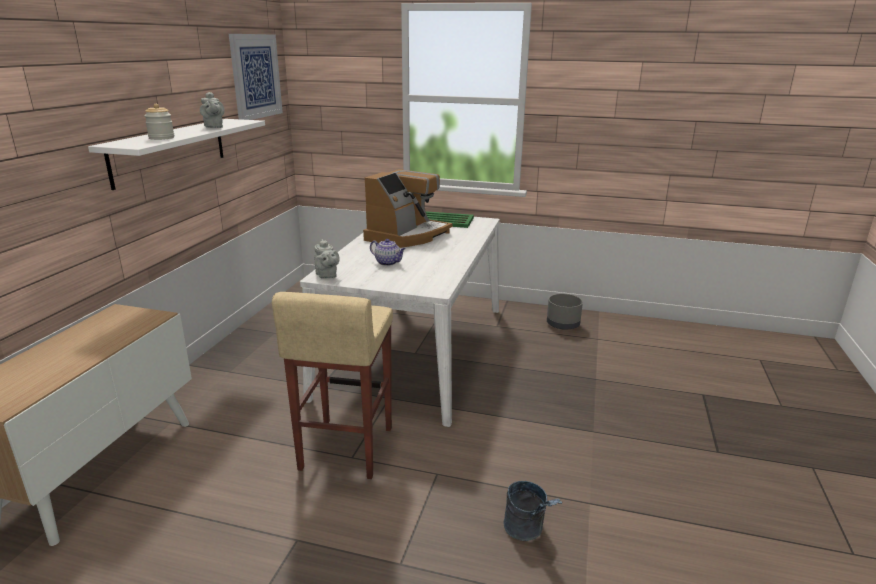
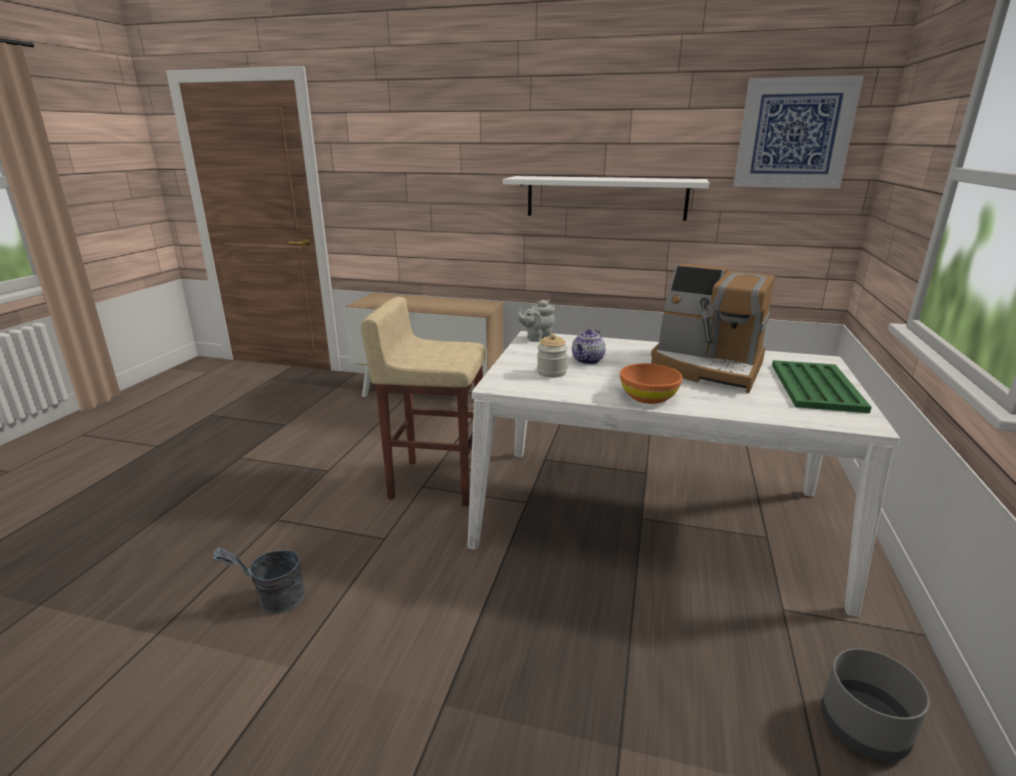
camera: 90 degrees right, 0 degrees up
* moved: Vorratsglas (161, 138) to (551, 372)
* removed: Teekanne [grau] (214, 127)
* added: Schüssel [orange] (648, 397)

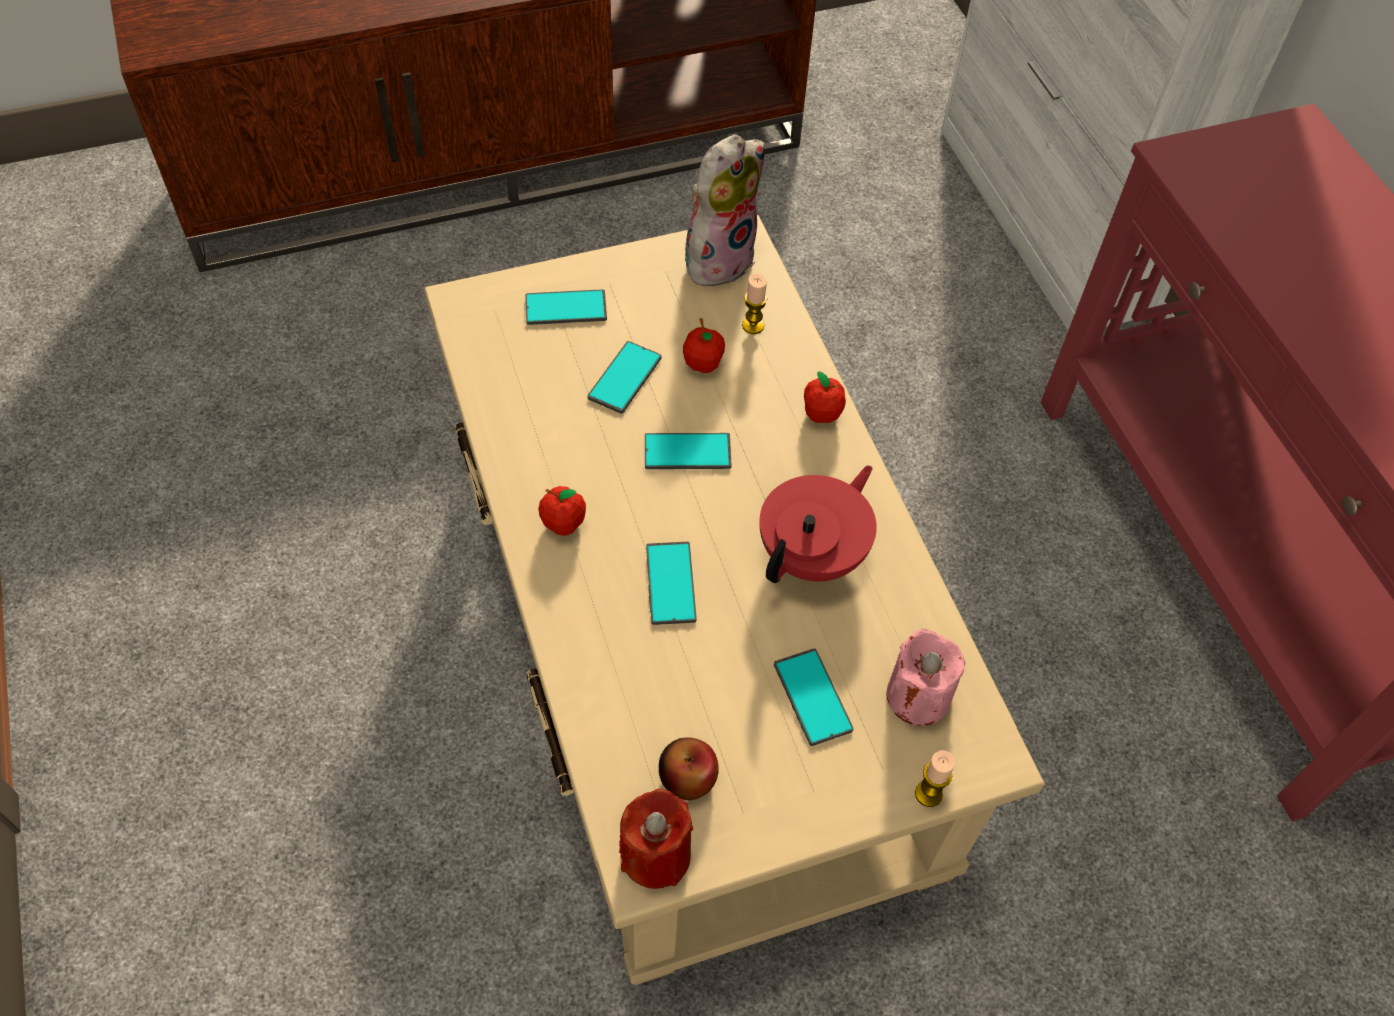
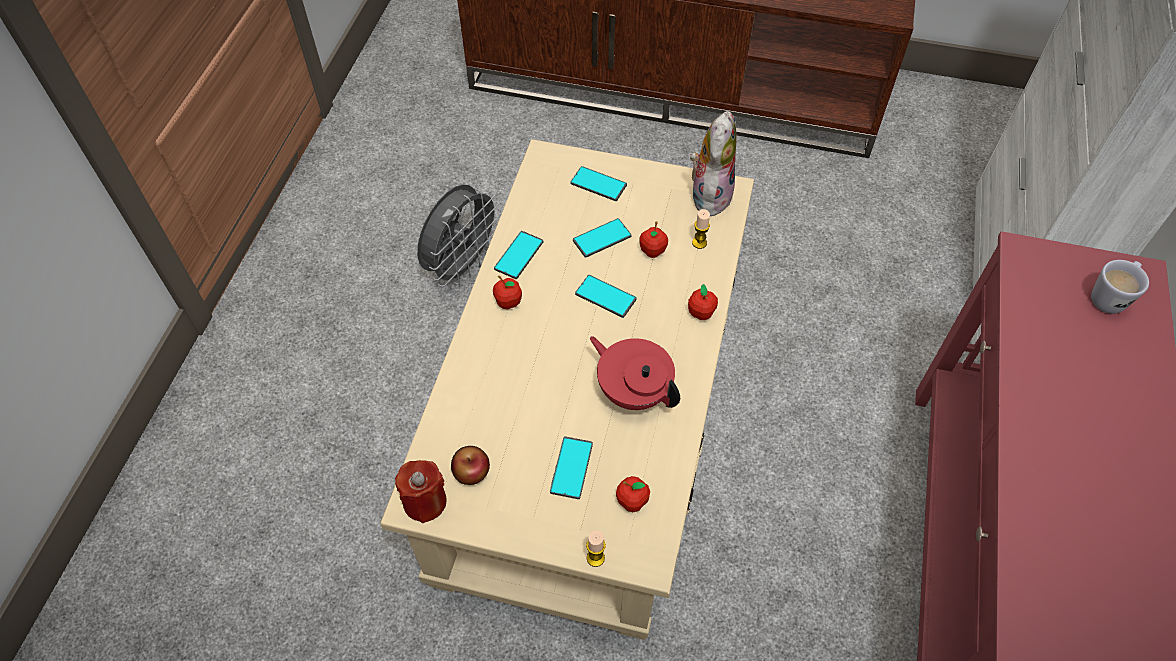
camera: 35 degrees right, 0 degrees up
* moved: Handy (670, 583) to (518, 255)
* turned: Plüschtier (718, 258) = (709, 194) 60 degrees counterclockwise
* turned: Teekanne [rot] (814, 554) = (633, 390) 120 degrees counterclockwise
* replaced: Kerze [rosa] (918, 696) to Apfel (632, 501)
* added: Ventilator [grau] (462, 265)
* added: Henkelbecher [weiß] (1110, 297)

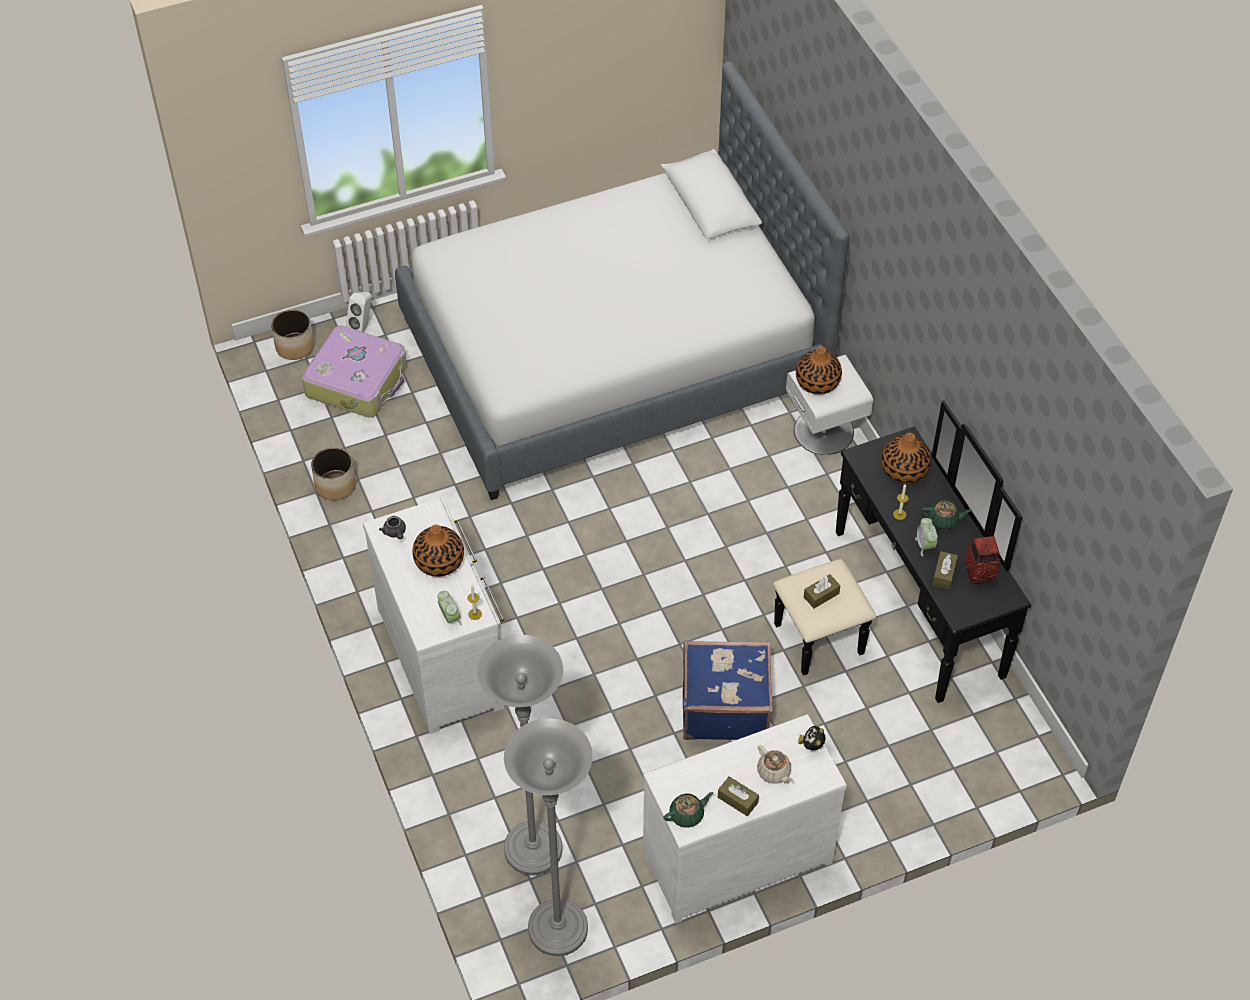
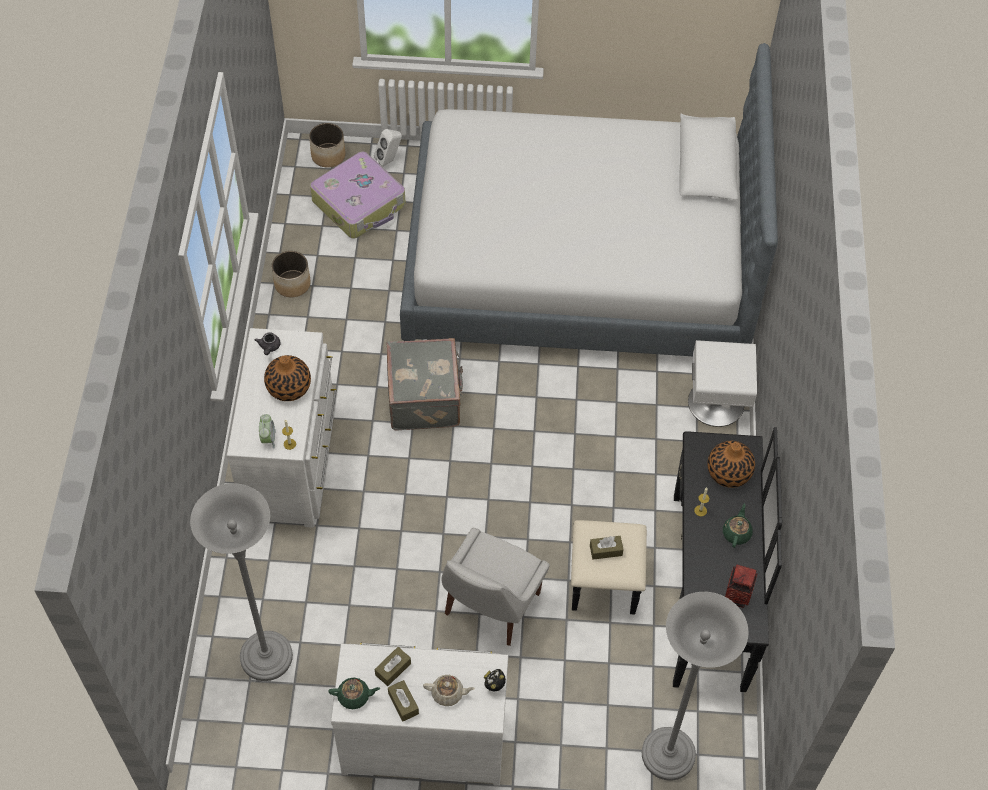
camera: 25 degrees right, 5 degrees up
* moved: Stehlampe [grau] (558, 929) to (668, 755)
* replaced: Koffer [blau] (724, 706) to Stuhl [weiß] (490, 607)
* turned: Teekanne [beige] (774, 772) = (448, 693) 75 degrees counterclockwise
* removed: Vase (817, 382)
* removed: Wecker (925, 545)
* turned: Teekanne [grün] (944, 520) = (736, 533) 105 degrees counterclockwise
* moved: Taschentuchbox [braun] (944, 574) to (393, 669)
* added: Koffer [grau] (425, 398)

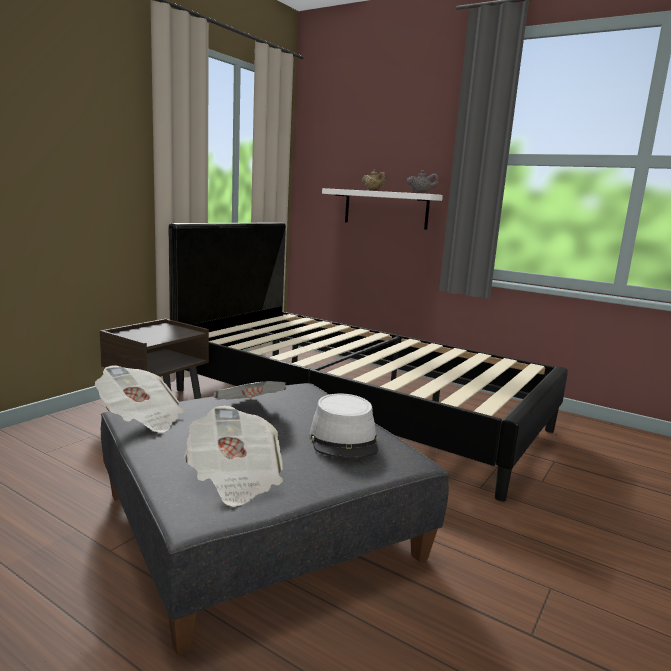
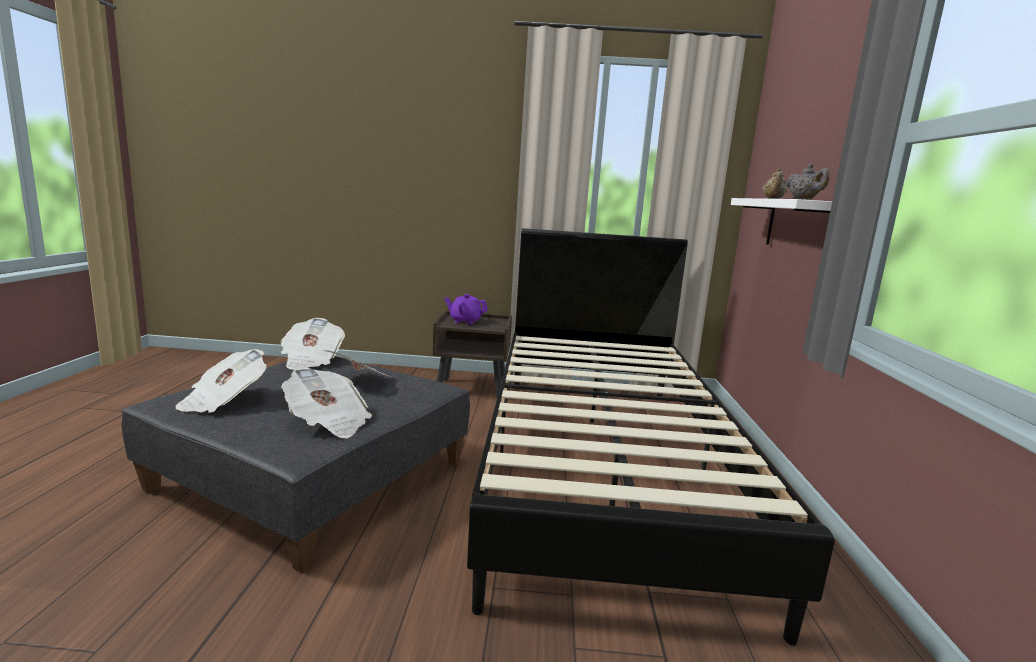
camera: 60 degrees right, 0 degrees up
* replaced: Hut [grau] (344, 440) to Zeitung (328, 423)
* added: Teekanne [lila] (465, 321)

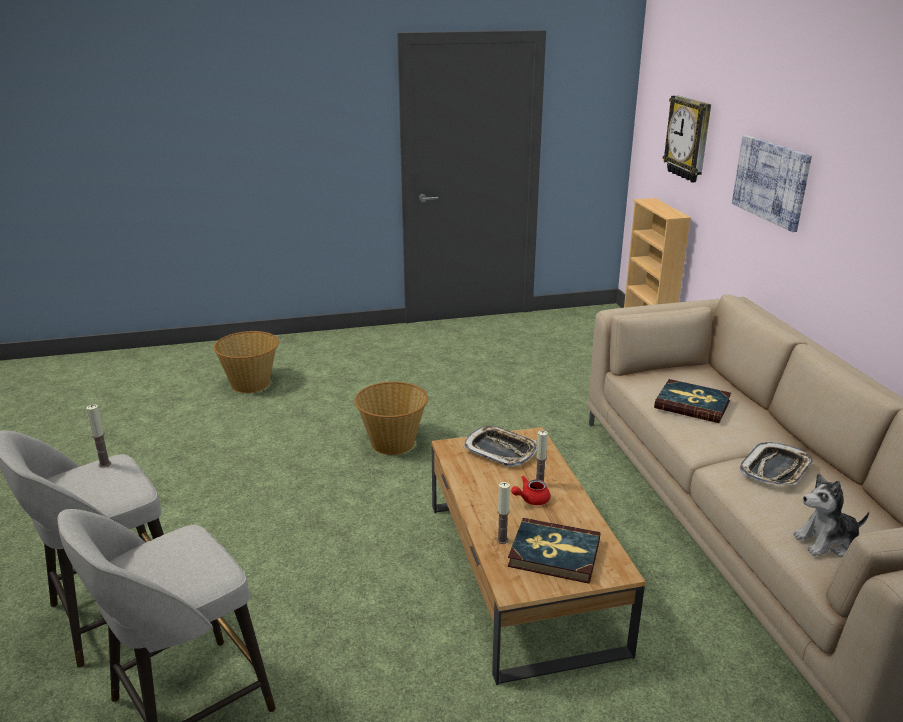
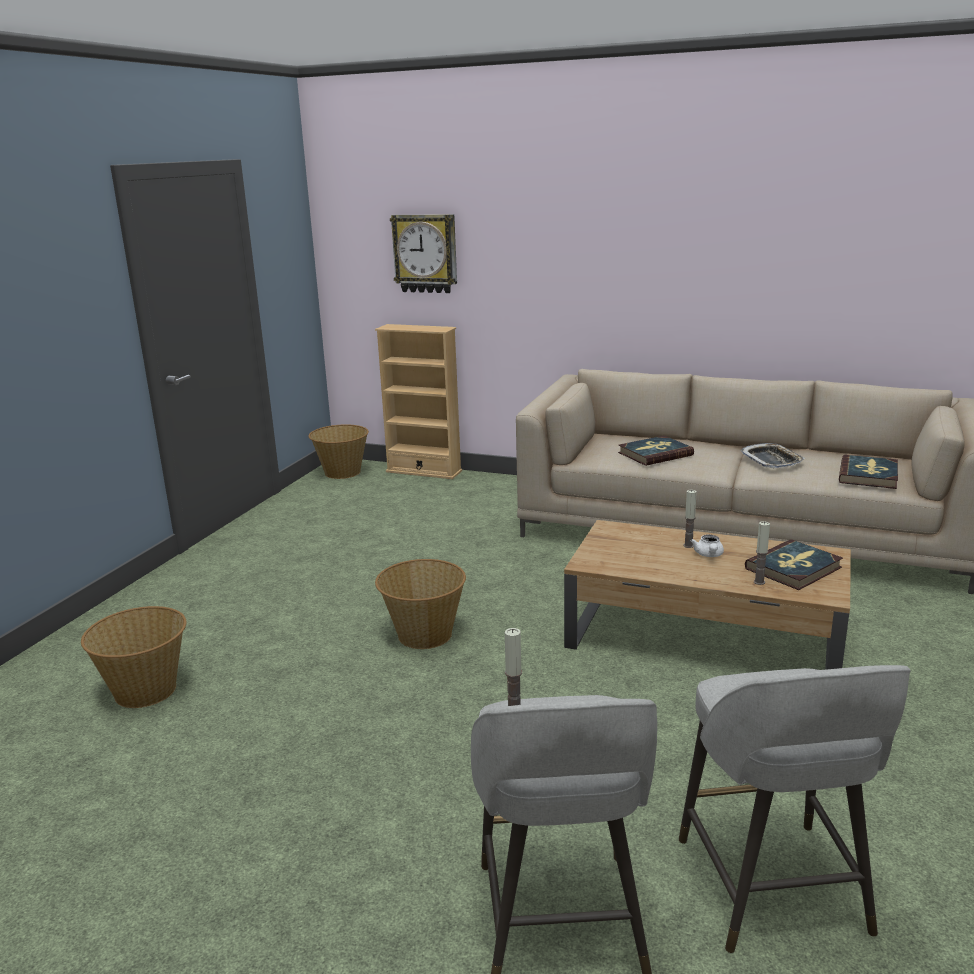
camera: 55 degrees left, 5 degrees down
* removed: Tablett (500, 450)
* recoloured: Teekanne [rot] (531, 499) to Teekanne [weiß] (708, 555)
* removed: Bild (771, 181)
* replaced: Plüschtier (826, 542) to Buch (868, 475)
* added: Korb (342, 473)

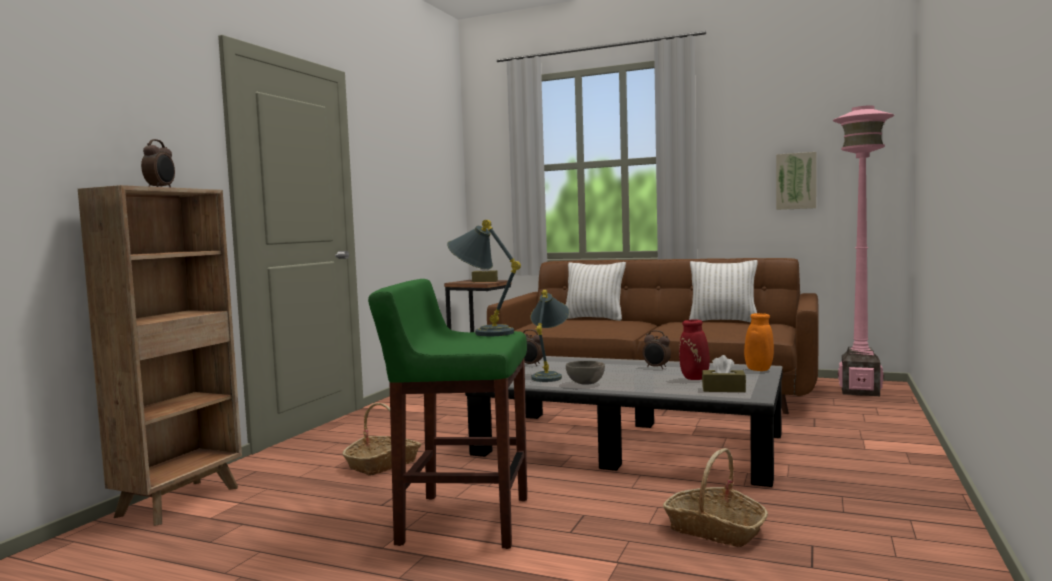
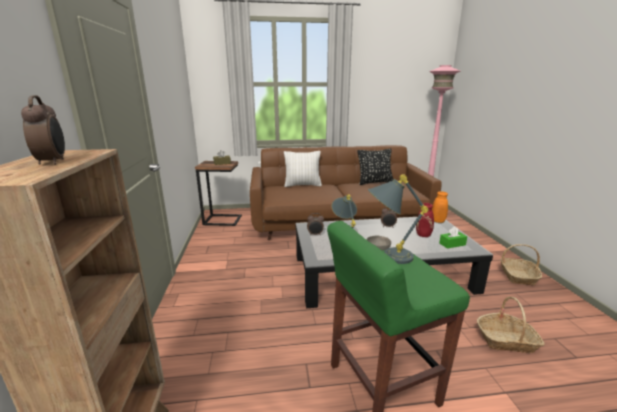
camera: 30 degrees left, 15 degrees up
* moved: Korb (383, 464) to (517, 275)
* recoloured: Kissen [weiß] (723, 321) to Kissen [schwarz] (374, 182)
* recoloured: Taschentuchbox [braun] (723, 389) to Taschentuchbox [grün] (452, 244)
* removed: Bild (796, 181)

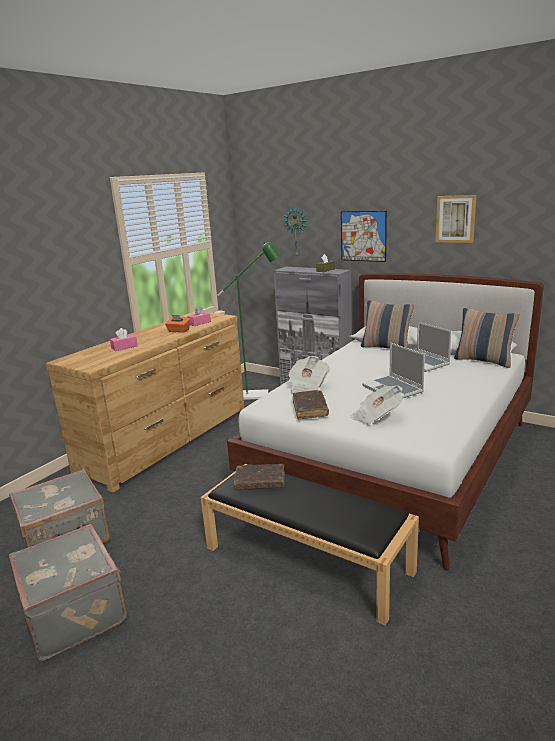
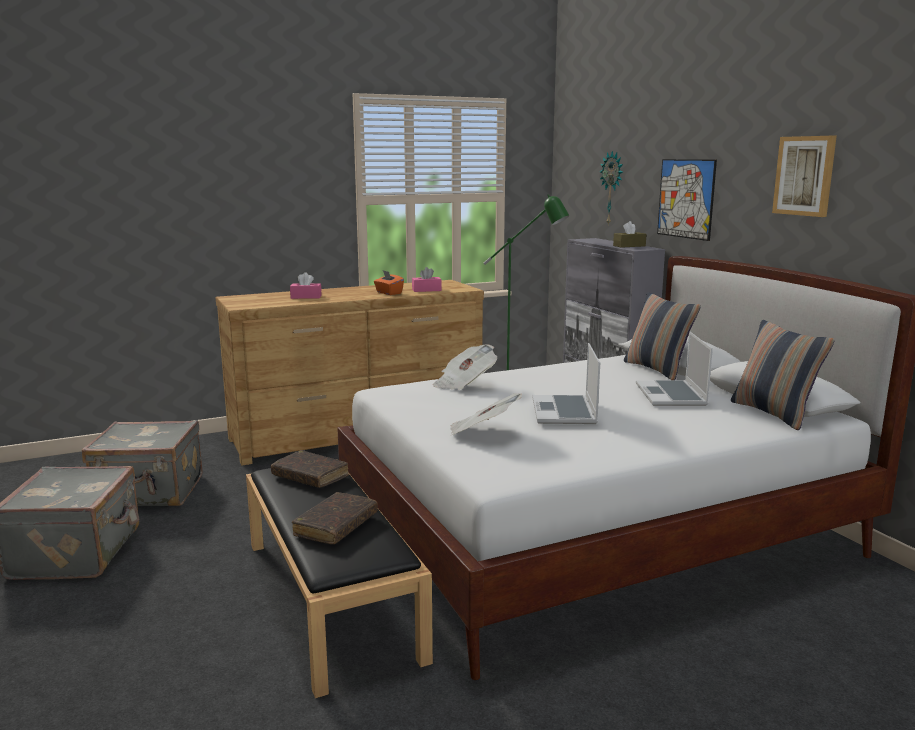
camera: 30 degrees right, 5 degrees down
* moved: Buch [braun] (310, 409) to (336, 526)

